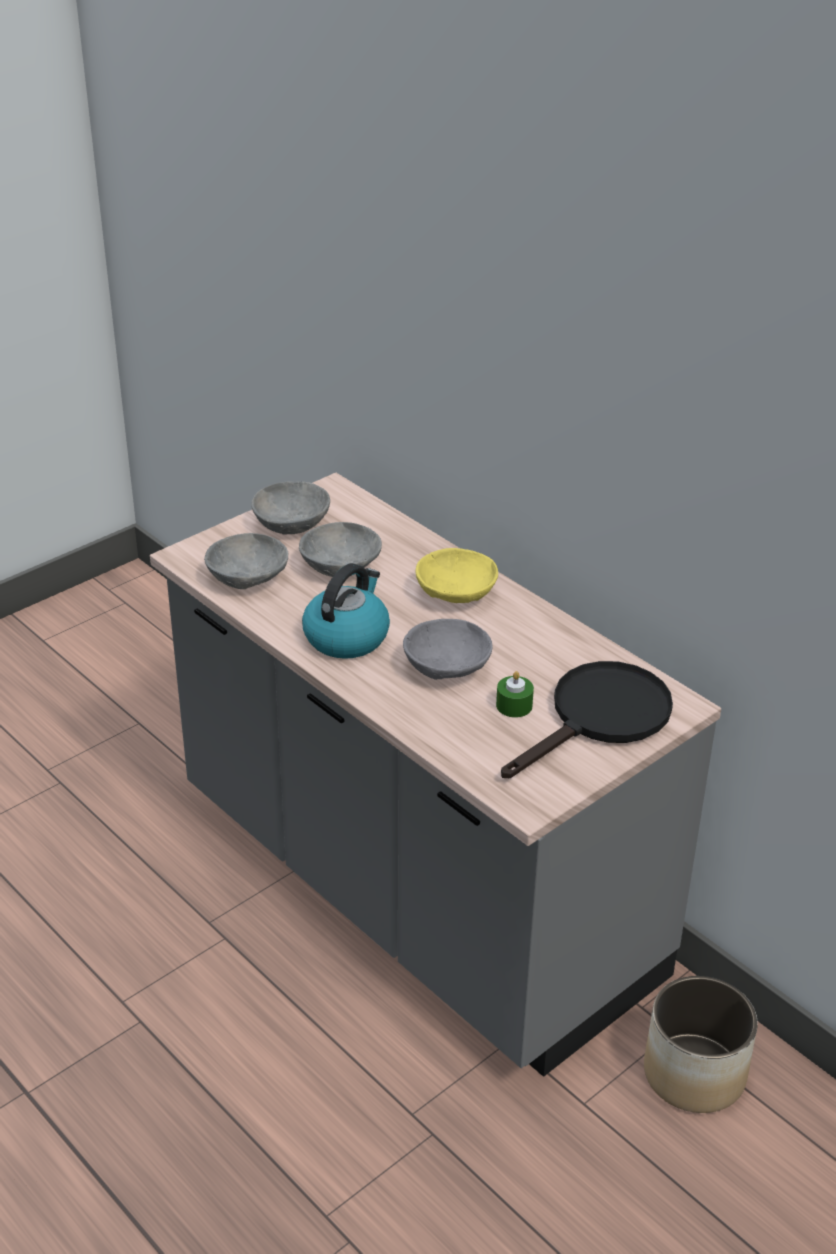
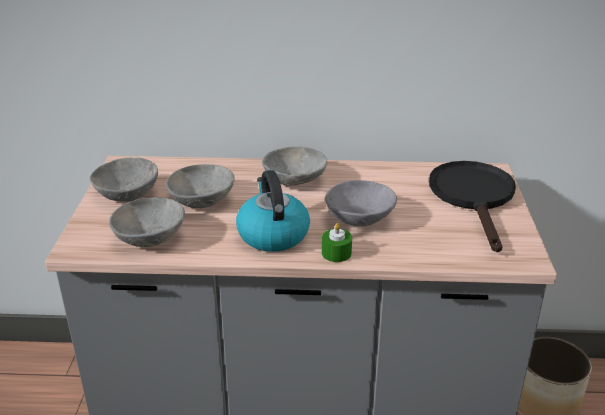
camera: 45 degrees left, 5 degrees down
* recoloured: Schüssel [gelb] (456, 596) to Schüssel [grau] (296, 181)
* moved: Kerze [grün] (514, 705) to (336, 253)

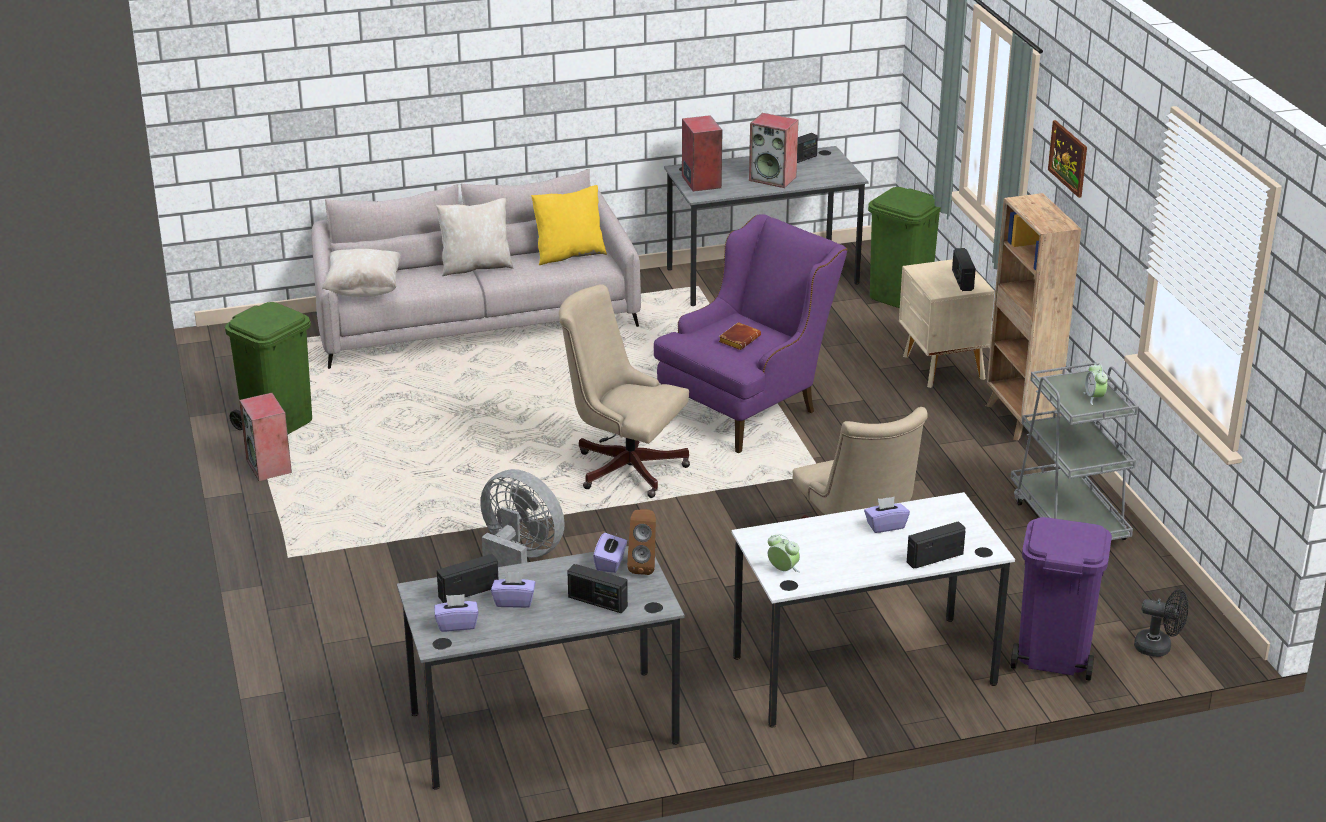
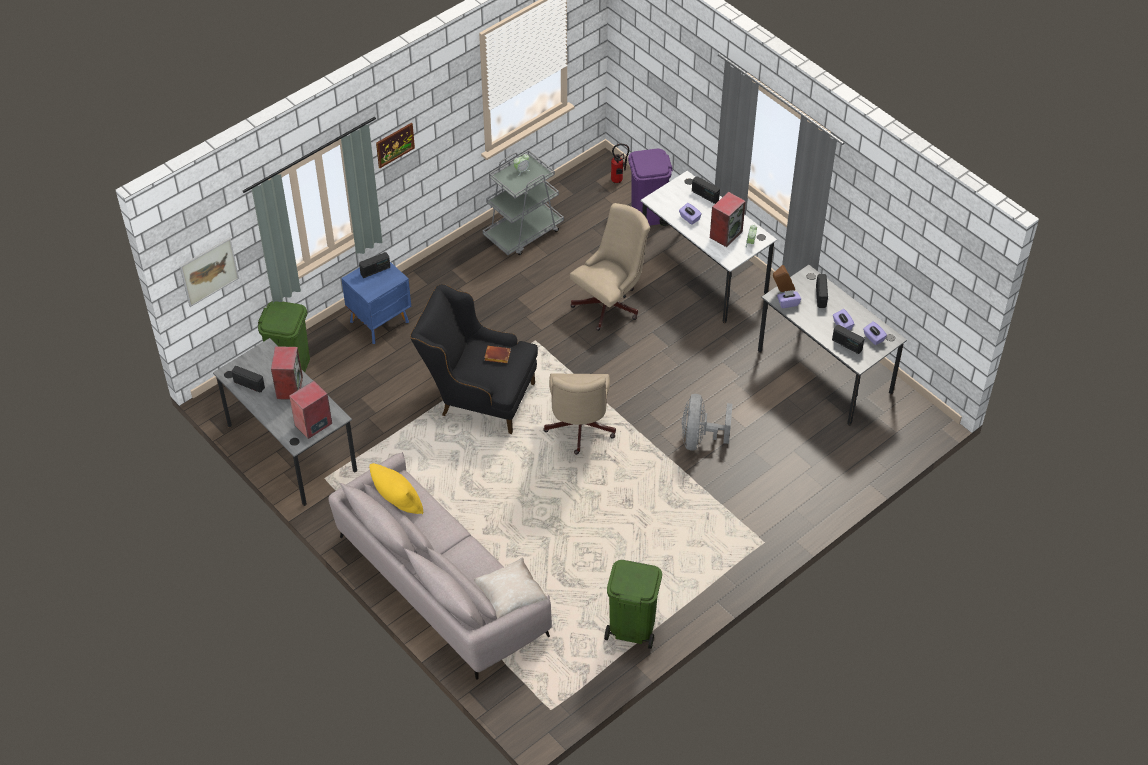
camera: 115 degrees left, 20 degrees up
* moved: Lautsprecher (270, 467) to (725, 234)
* removed: Kissen [beige] (476, 267)
* recoloured: Sessel [lila] (748, 407) to Sessel [schwarz] (478, 396)
* recoloured: Nachttisch [beige] (942, 368) to Nachttisch [blau] (380, 322)
* removed: Bücherregal [braun] (1020, 420)
* replaced: Ventilator [schwarz] (1159, 648) to Feuerlöscher (618, 181)
* added: Bild (209, 271)

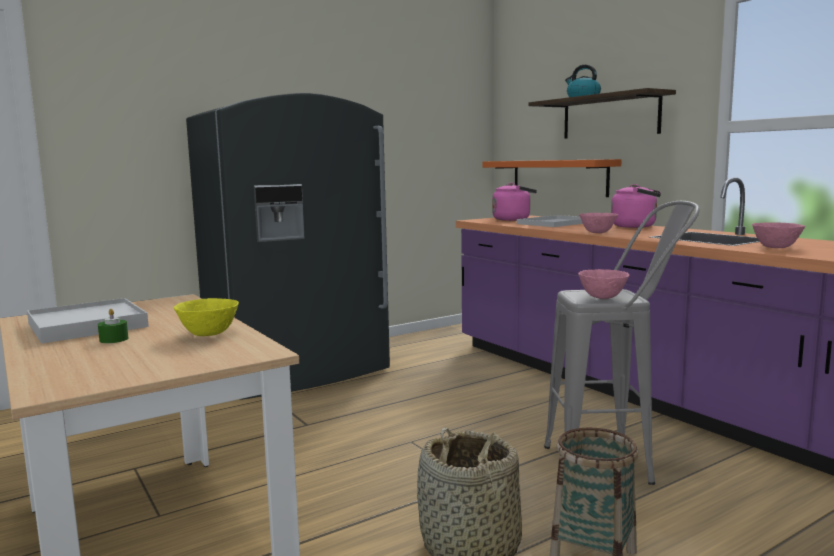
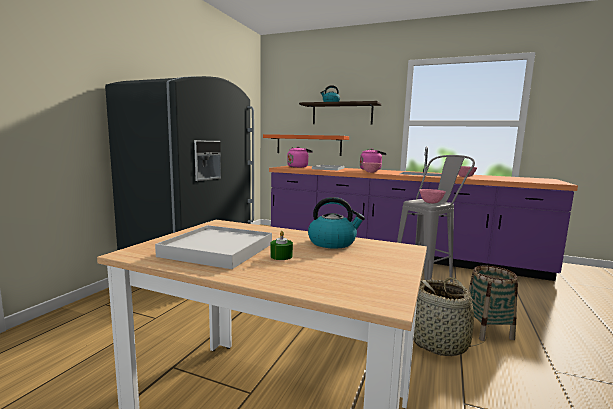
camera: 35 degrees left, 0 degrees up
* replaced: Schüssel [gelb] (209, 334) to Wasserkessel (332, 242)

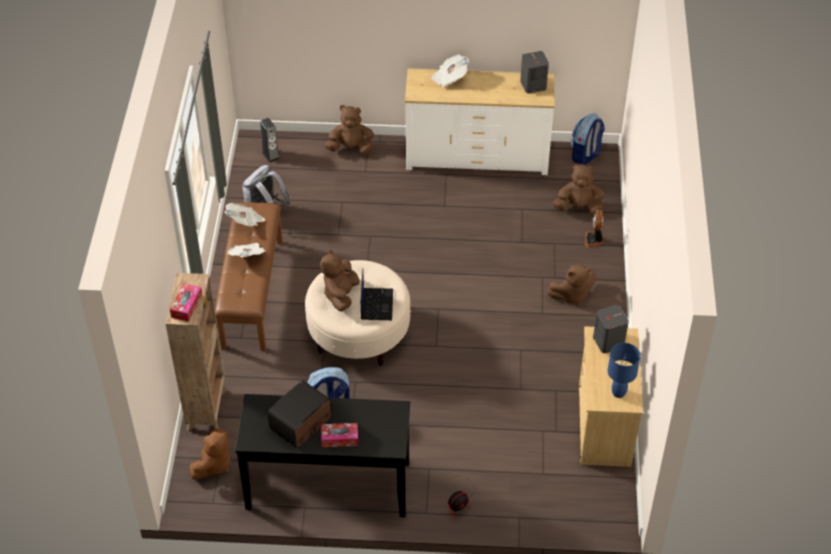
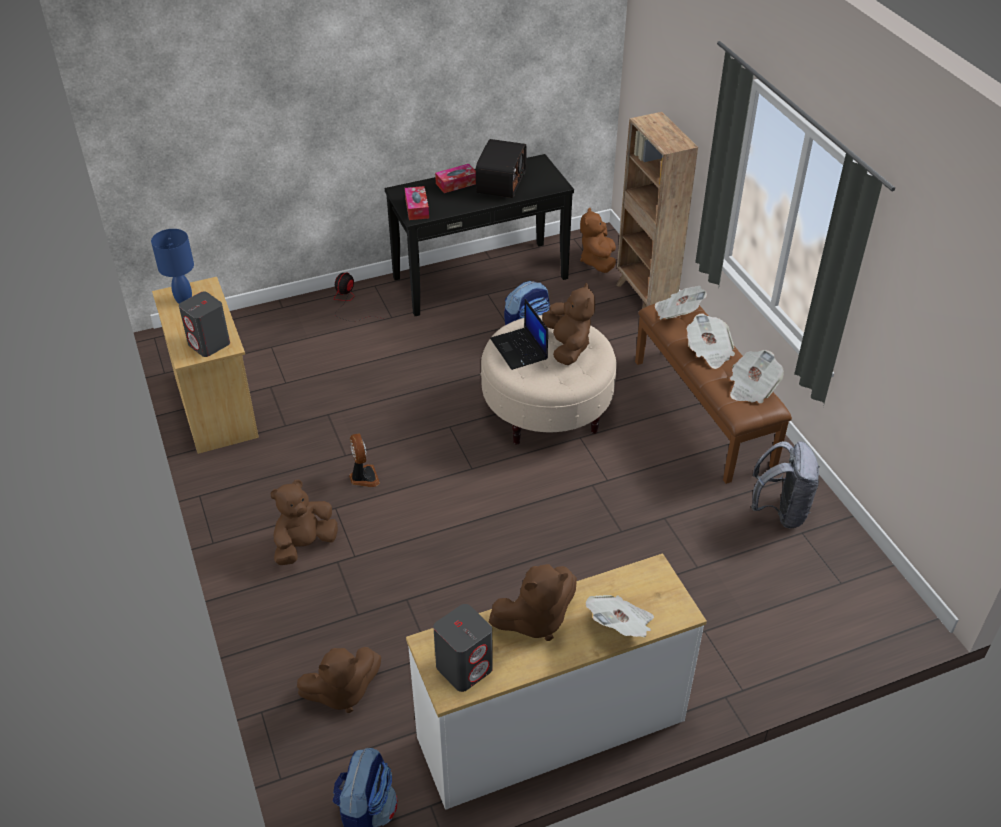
camera: 155 degrees right, 5 degrees down
* moved: Taschentuchbox (186, 306) to (417, 208)
* removed: Lautsprecher (270, 155)
* moved: Plüschtier [braun] (351, 148) to (535, 620)
* moved: Ventilator (594, 240) to (363, 477)
* added: Zeitung (677, 313)

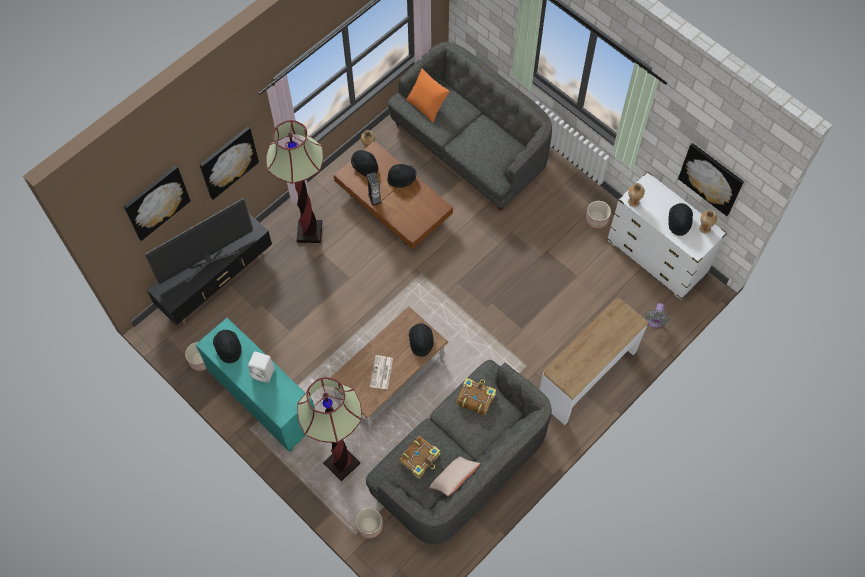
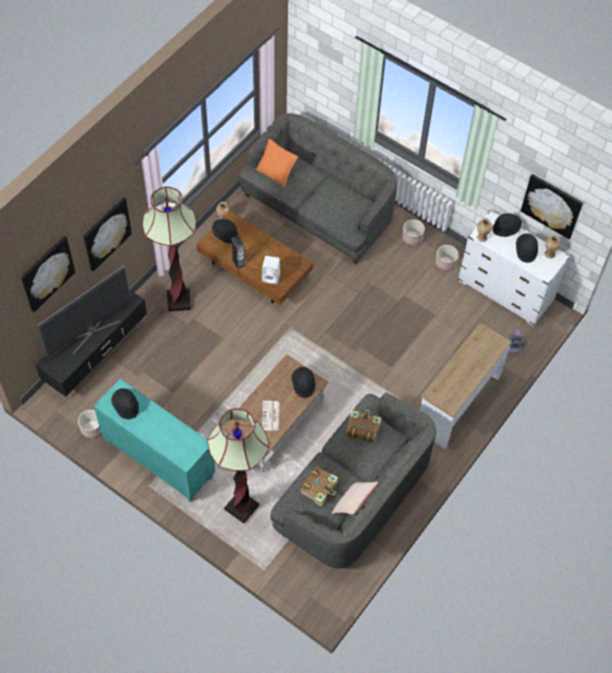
camera: 10 degrees left, 5 degrees down
* moved: Lautsprecher [weiß] (264, 373) to (271, 277)
* moved: Pflanzkübel (370, 526) to (412, 237)
* moved: Hut [schwarz] (402, 179) to (506, 229)

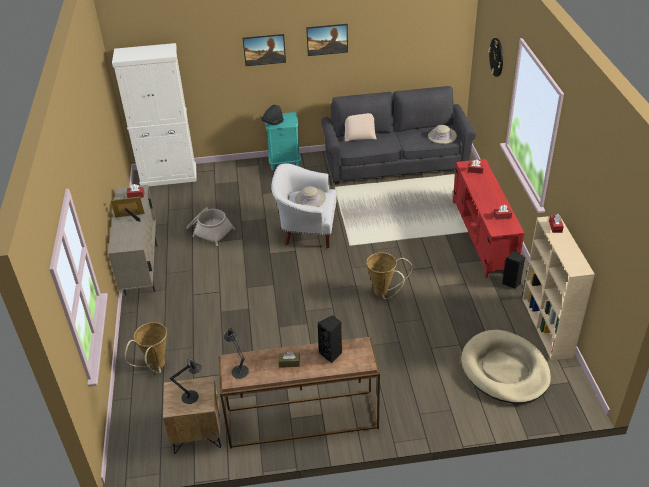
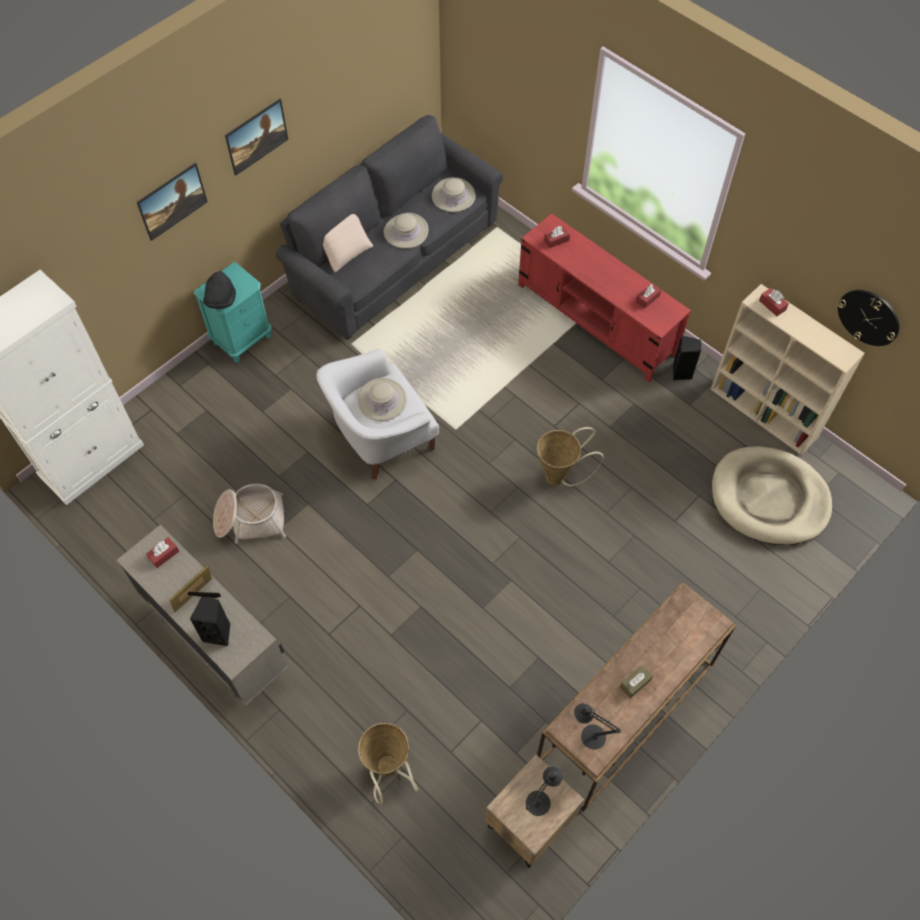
camera: 40 degrees left, 20 degrees up
* moved: Lautsprecher [schwarz] (331, 354) to (219, 633)
* moved: Wanduhr (496, 57) to (868, 317)
* added: Hut [beige] (406, 231)

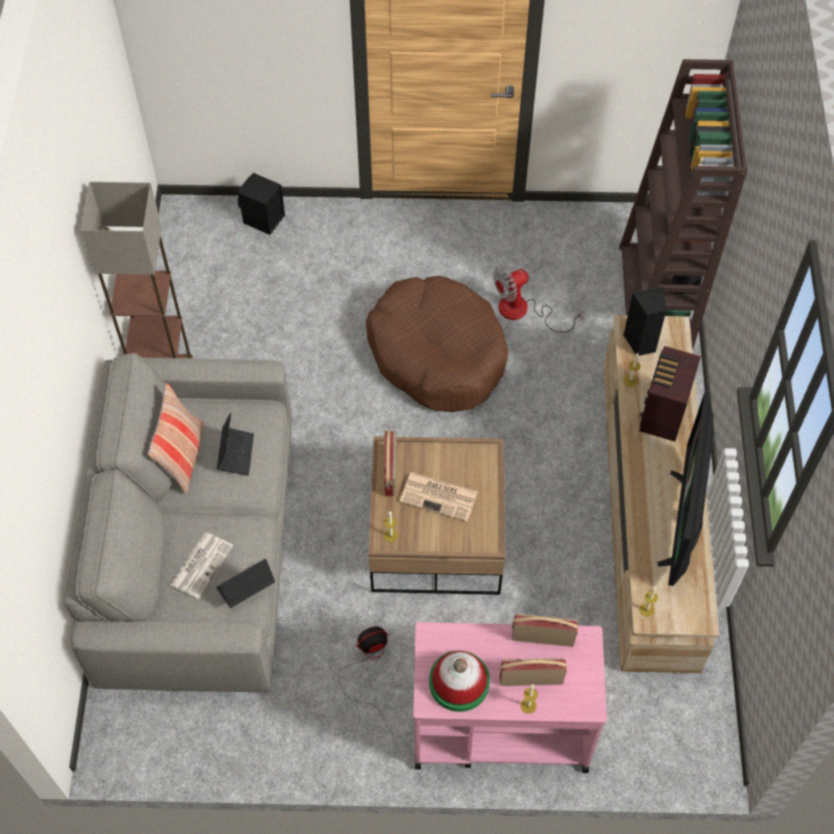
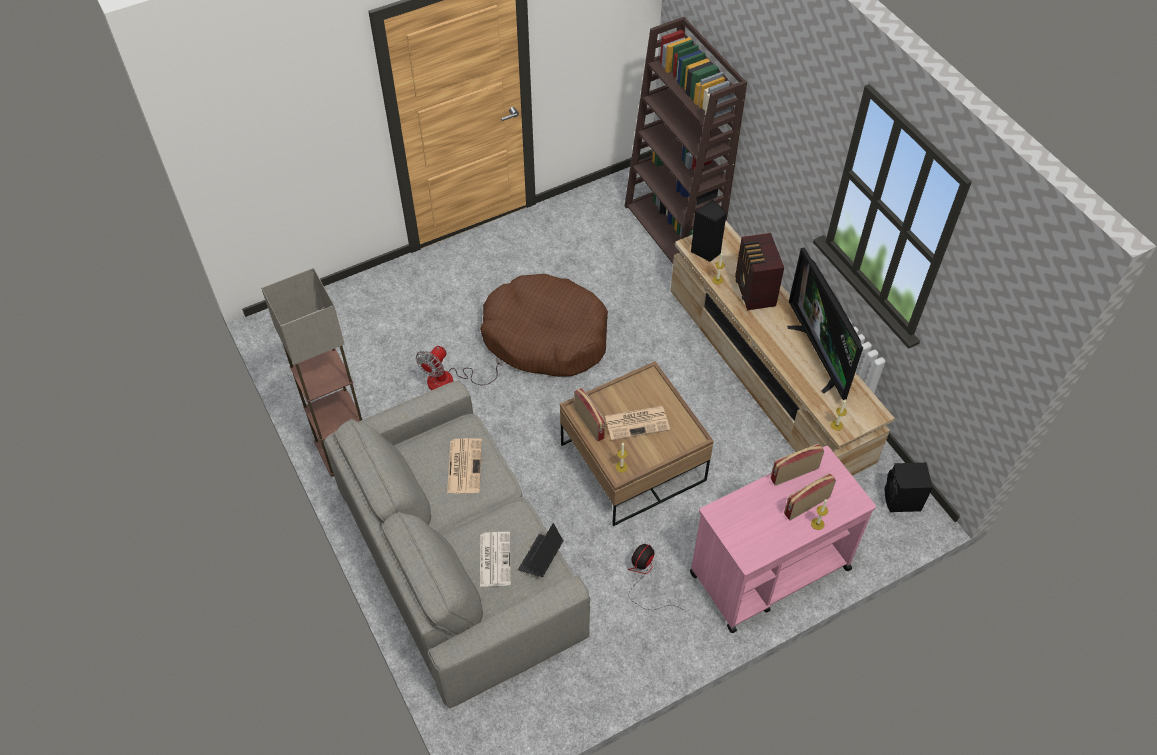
camera: 30 degrees left, 5 degrees down
* removed: Kissen (183, 457)
* replaced: Laptop (236, 453) to Zeitung (464, 465)
* moved: Lautsprecher [schwarz] (262, 220) to (902, 500)
* removed: Hut (459, 682)
* moved: Ventilator (523, 311) to (450, 381)

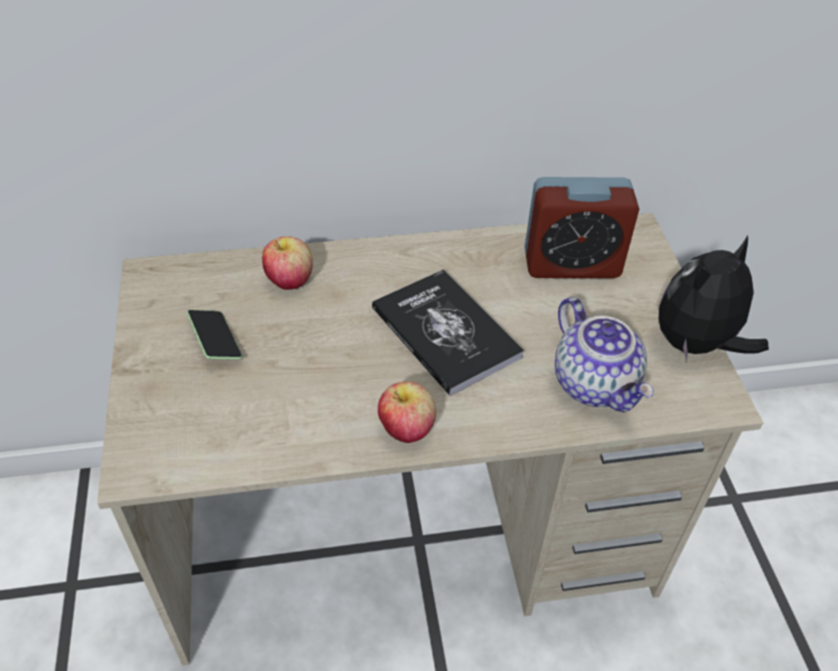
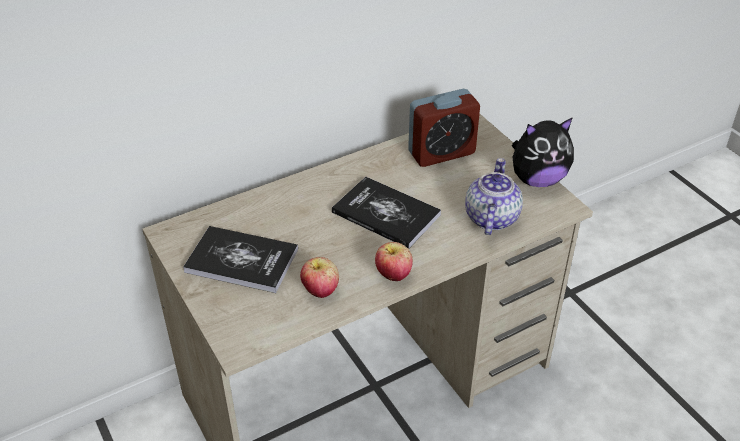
camera: 20 degrees left, 5 degrees down
* replaced: Handy (215, 342) to Buch (241, 260)
* moved: Apfel (289, 281) to (320, 290)
* turned: Teekanne (596, 384) = (490, 217) 120 degrees counterclockwise
* turned: Plüschtier (696, 345) = (537, 179) 135 degrees counterclockwise

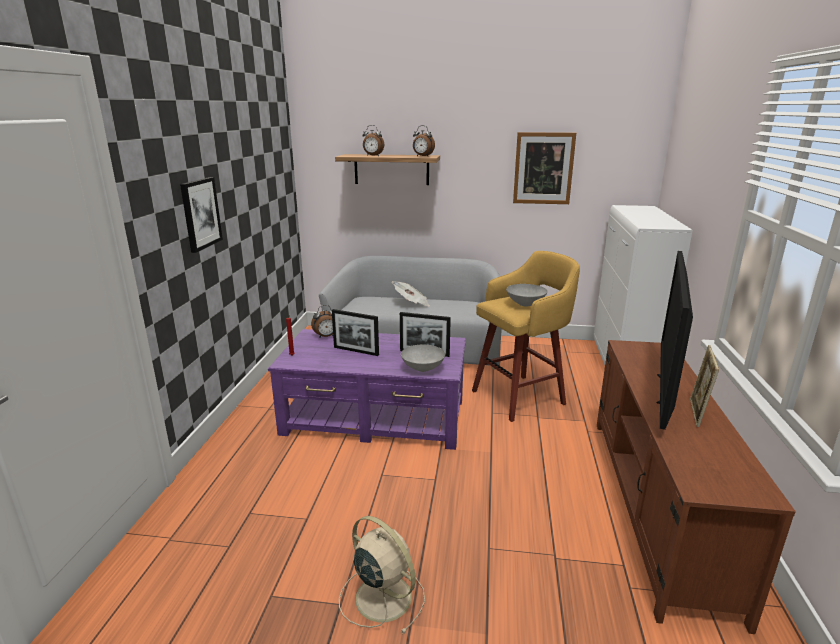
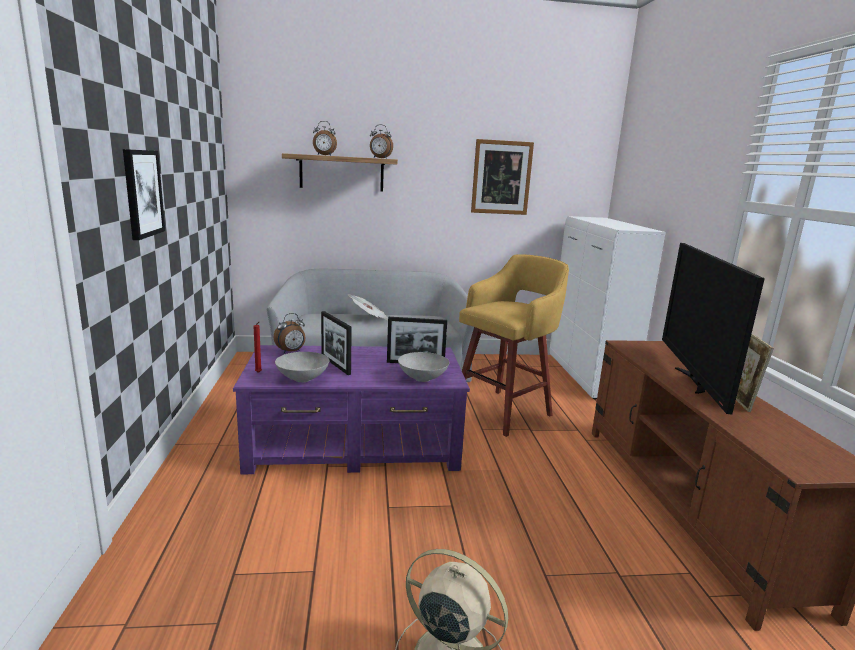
camera: 15 degrees left, 5 degrees down
* turned: Bilderrahmen (356, 351) = (335, 365) 45 degrees clockwise
* moved: Schüssel [grau] (525, 304) to (303, 378)

